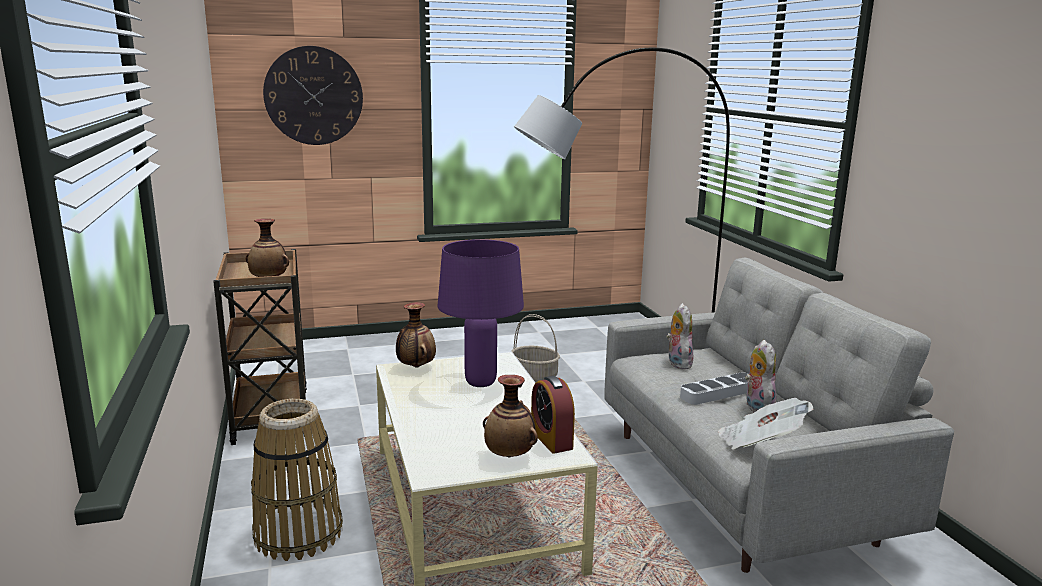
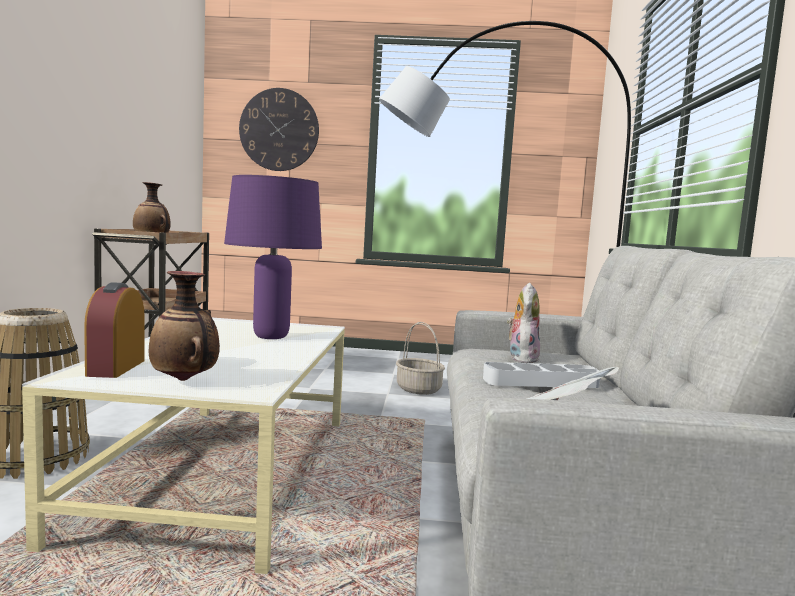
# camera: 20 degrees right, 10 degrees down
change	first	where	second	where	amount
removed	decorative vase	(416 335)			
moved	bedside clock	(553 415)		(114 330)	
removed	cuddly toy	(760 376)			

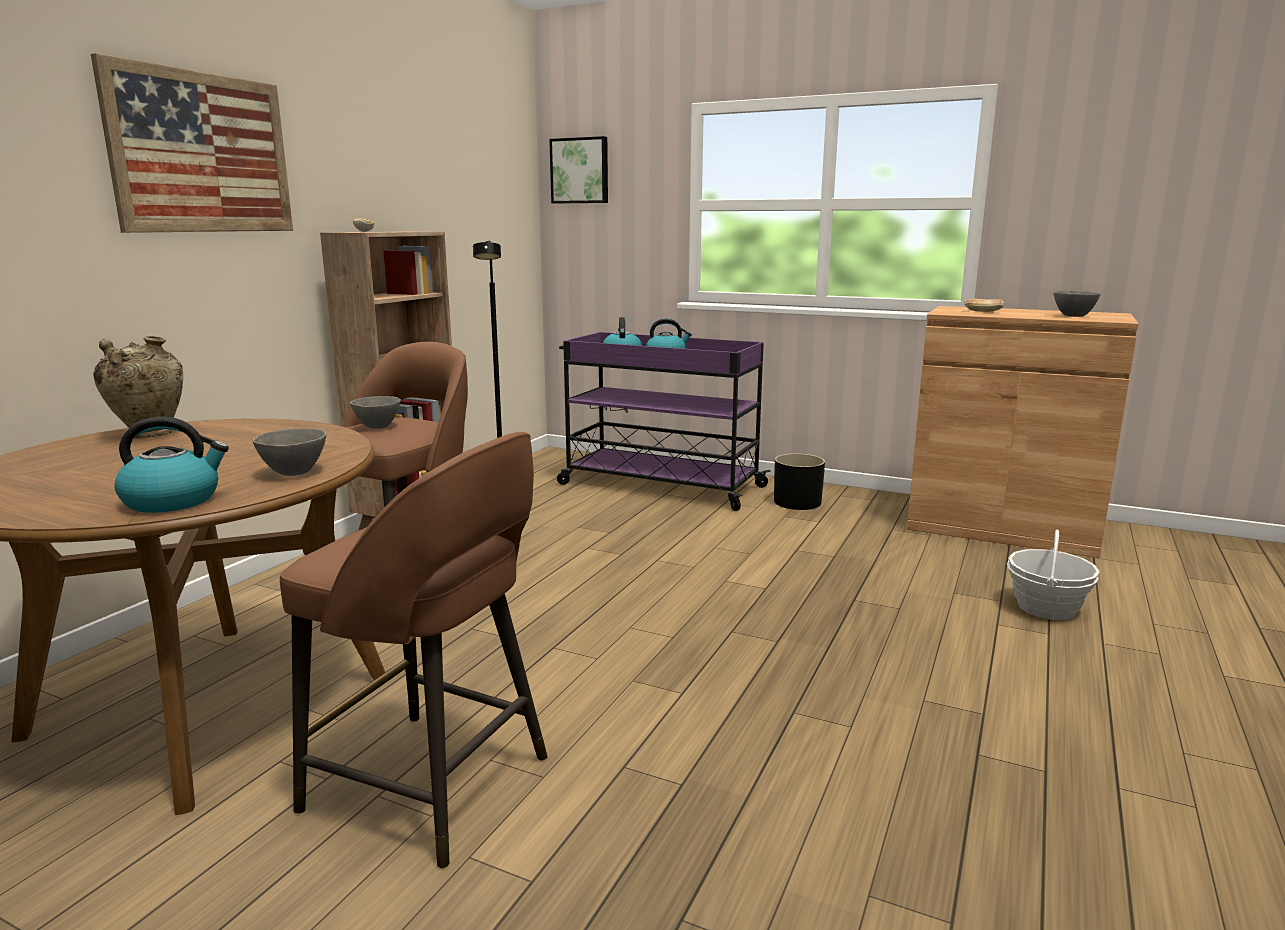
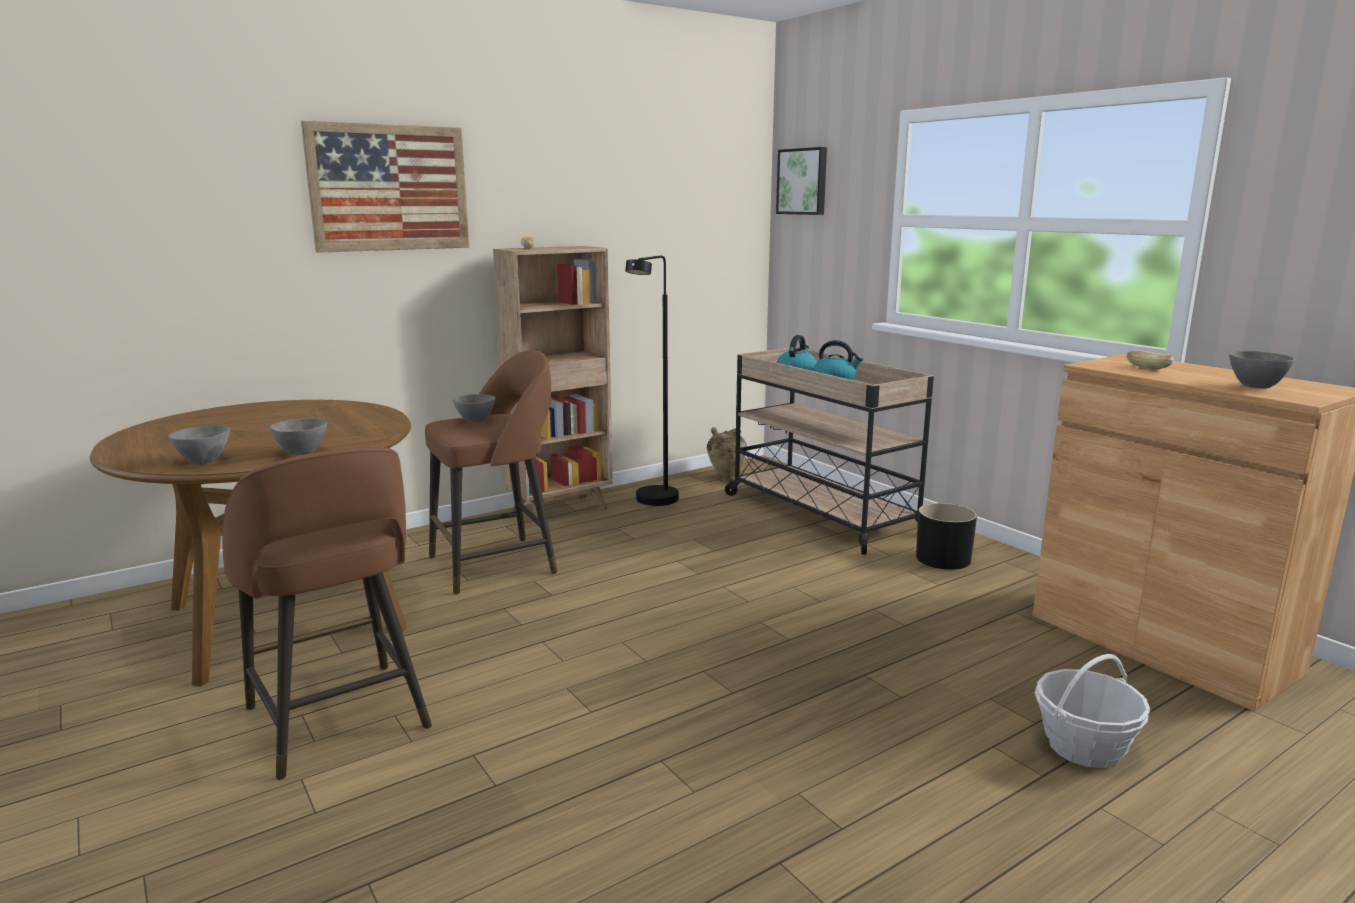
# camera: 30 degrees right, 0 degrees up
change	first	where	second	where	amount
moved	beige-coloured decorative vase	(138 387)		(727 453)	
replaced	kettle	(171 465)	grey deep dish	(199 444)	
recoloured	purple trolley	(664 421)	beige-coloured trolley	(829 451)	

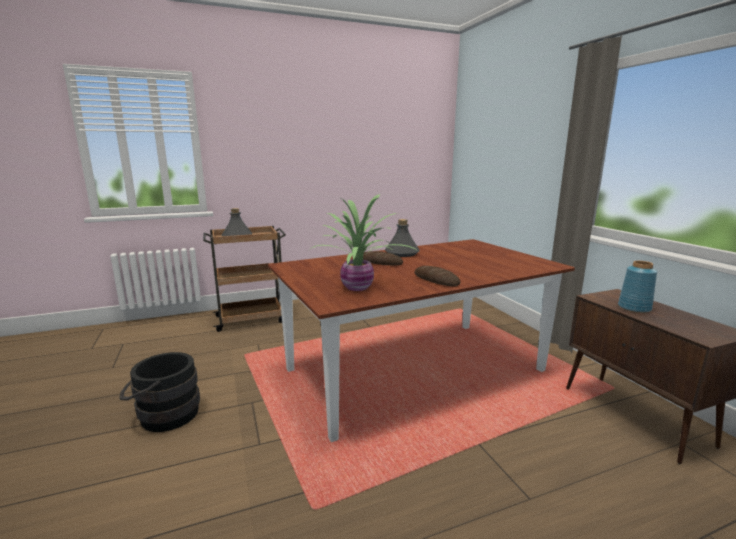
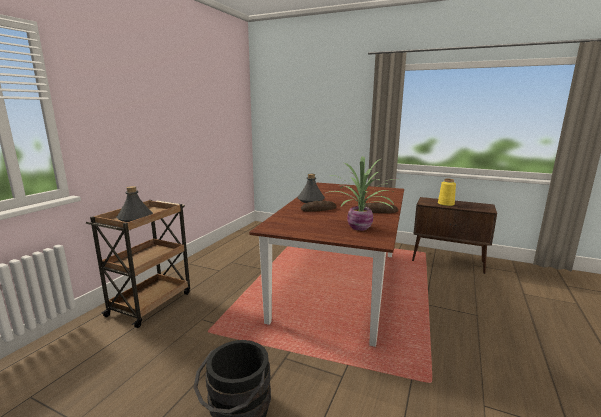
# camera: 45 degrees left, 0 degrees up
change	first	where	second	where	amount
recoloured	blue decorative vase	(637 287)	yellow-coloured decorative vase	(447 192)	

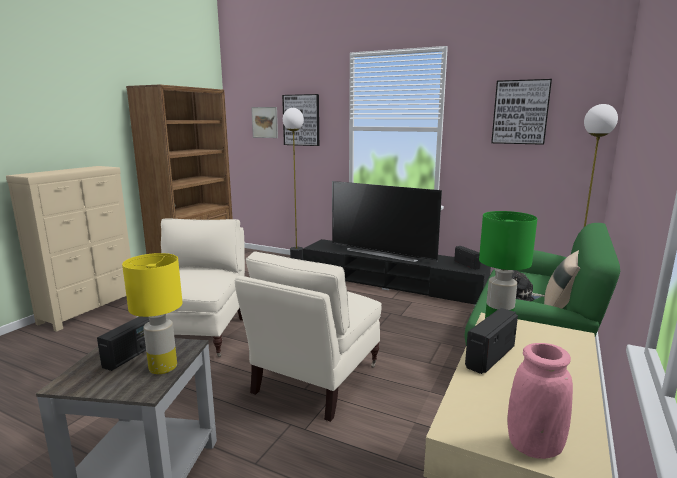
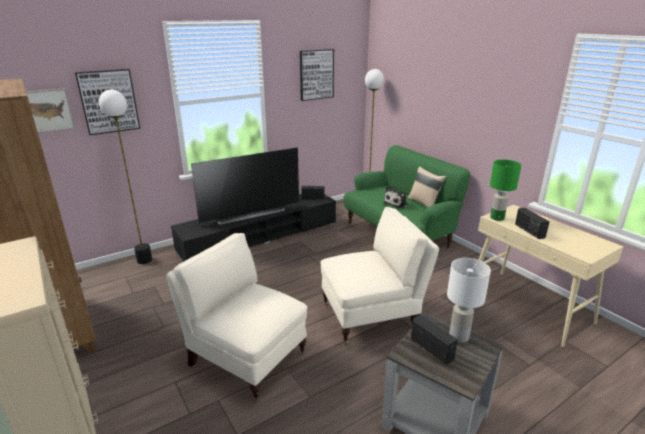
# camera: 60 degrees left, 10 degrees up
change	first	where	second	where	amount
recoloured	yellow-coloured lamp for a table	(152 313)	whitish lamp for a table	(469 300)	
turned	beige-coloured easy chair	(308 336)		(380 276)	75 degrees counterclockwise
removed	pink-coloured decorative vase	(540 401)			

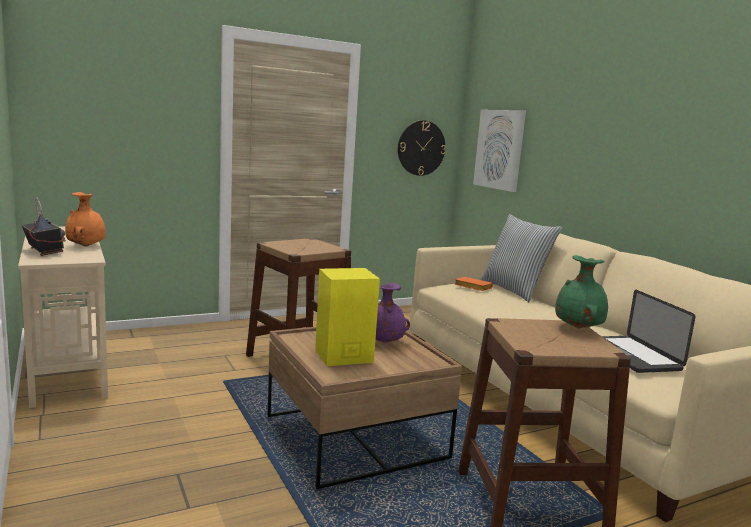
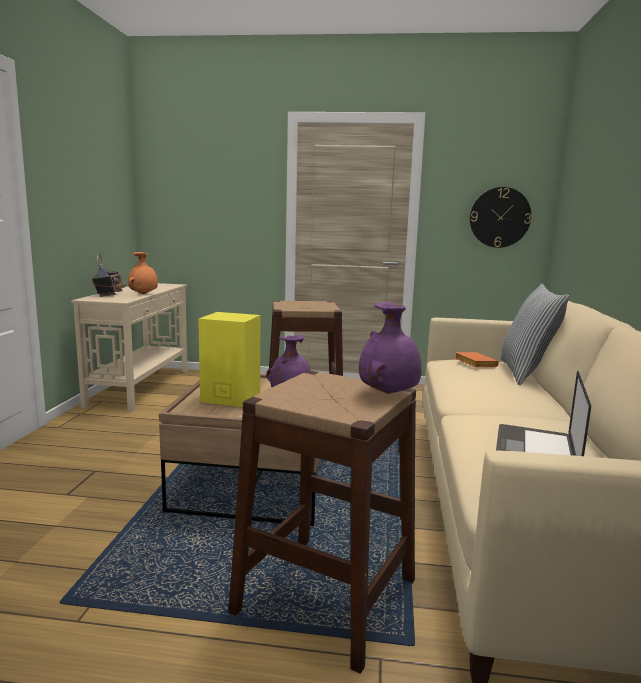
# camera: 35 degrees right, 0 degrees up
change	first	where	second	where	amount
removed	picture	(499 151)			
recoloured	greenish decorative vase	(581 292)	purple decorative vase	(390 348)	

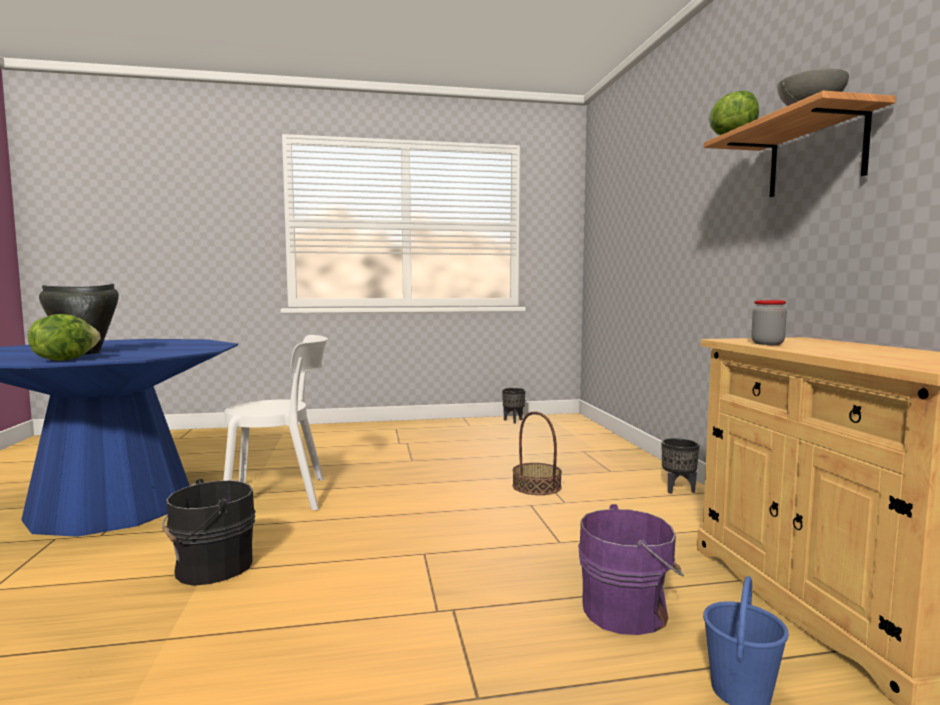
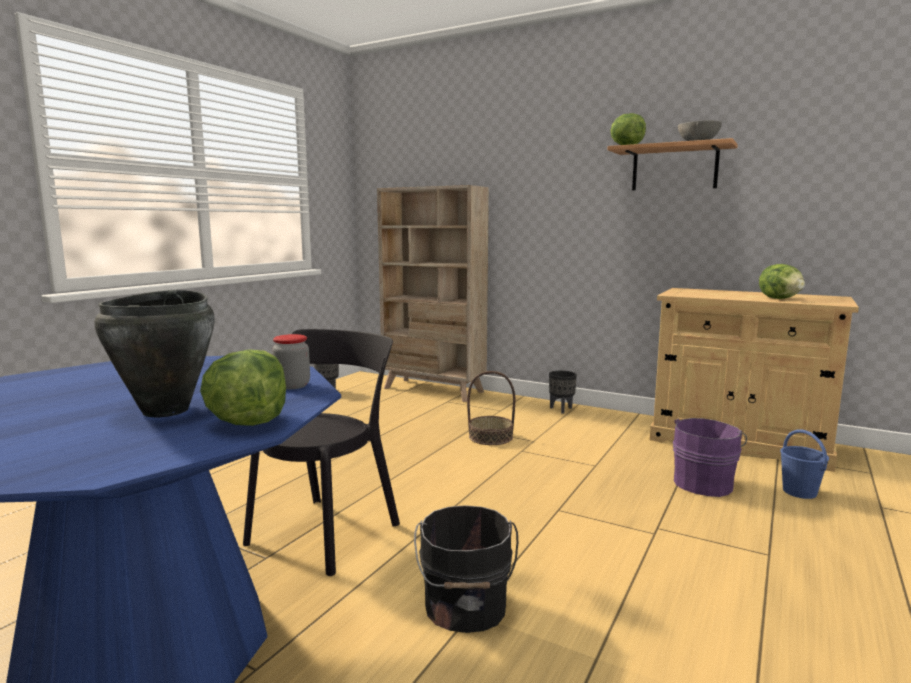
# camera: 50 degrees left, 5 degrees up
change	first	where	second	where	amount
recoloured	whitish chair	(275 422)	blackish chair	(321 452)	
moved	storage jar	(769 322)		(291 361)	
added			beige-coloured shelving unit	(433 293)	
added			lettuce	(782 281)	

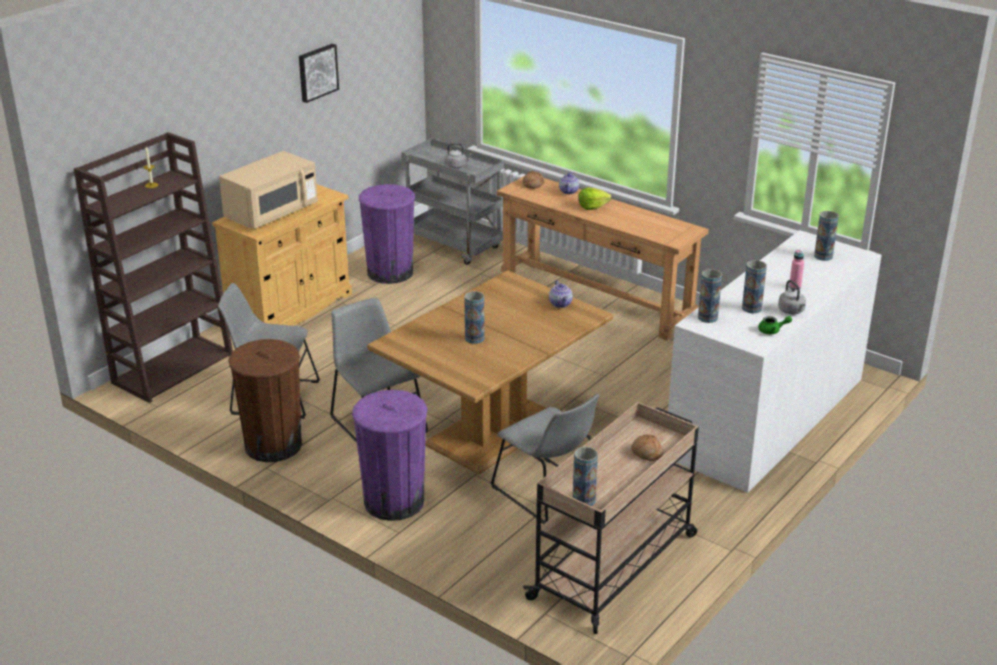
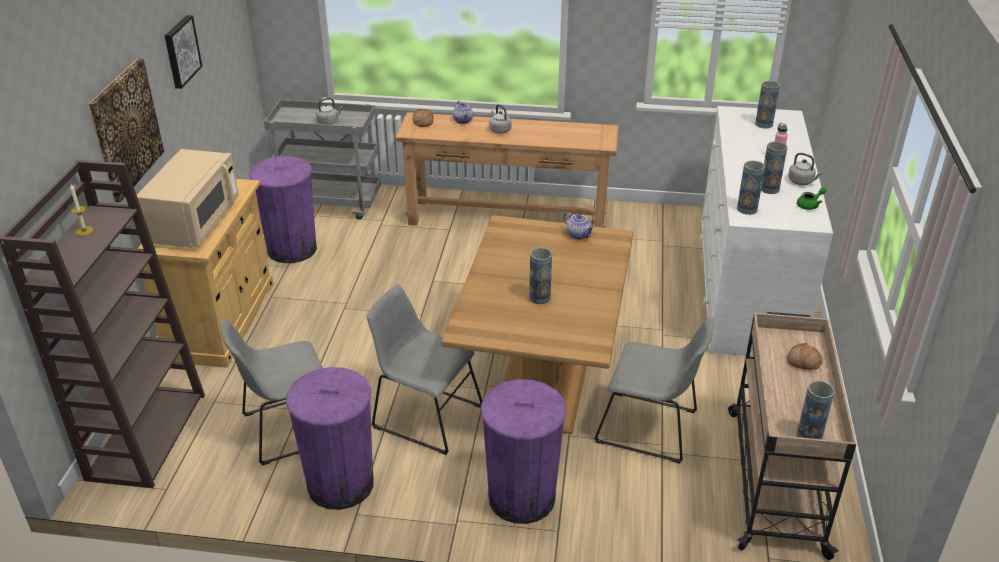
# camera: 30 degrees left, 5 degrees up
change	first	where	second	where	amount
recoloured	brown waste bin	(265 400)	purple waste bin	(330 438)	
replaced	lettuce	(595 199)	grey kettle	(500 119)	
added			picture	(126 130)	

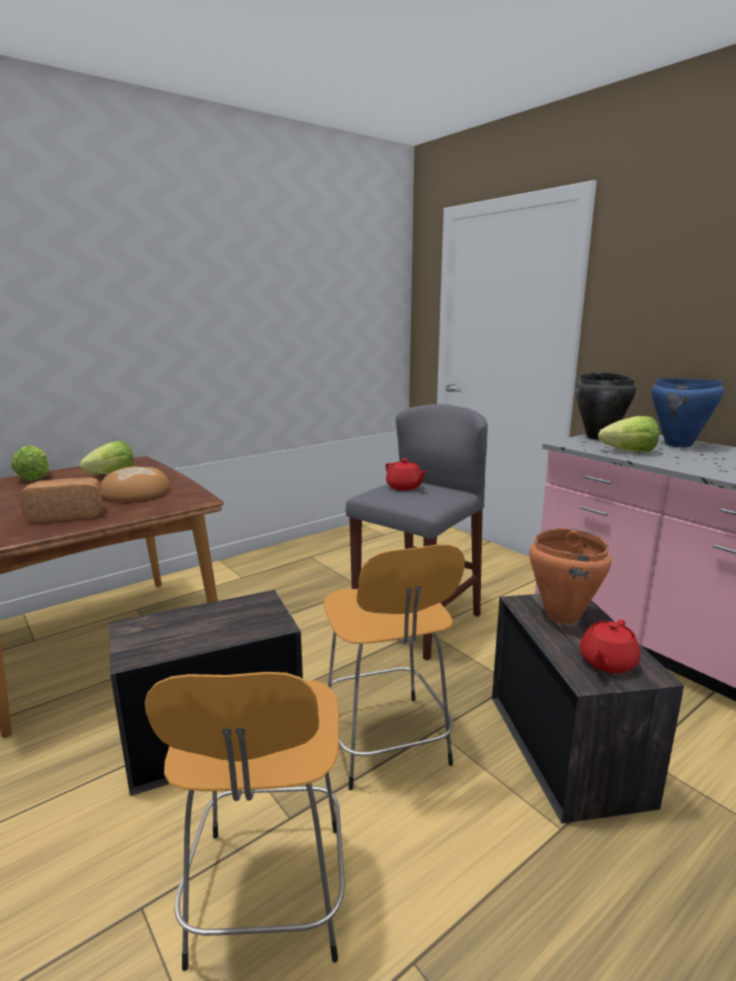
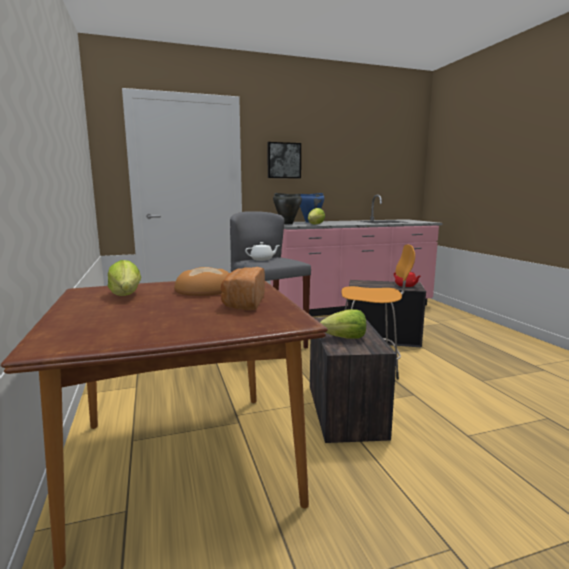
# camera: 70 degrees left, 5 degrees down
change	first	where	second	where	amount
moved	lettuce	(30 463)		(343 323)	
removed	orange stool seat	(245 821)			
recoloured	red teapot	(406 474)	whitish teapot	(262 251)	
removed	orange stockpot	(570 576)			
added			picture	(284 160)	

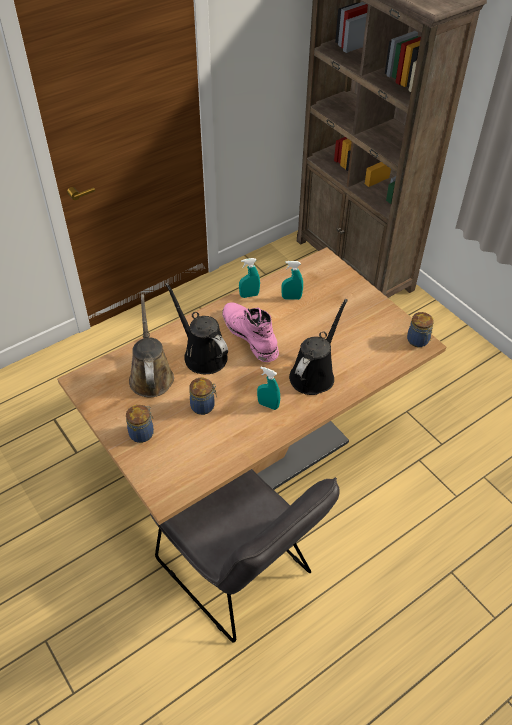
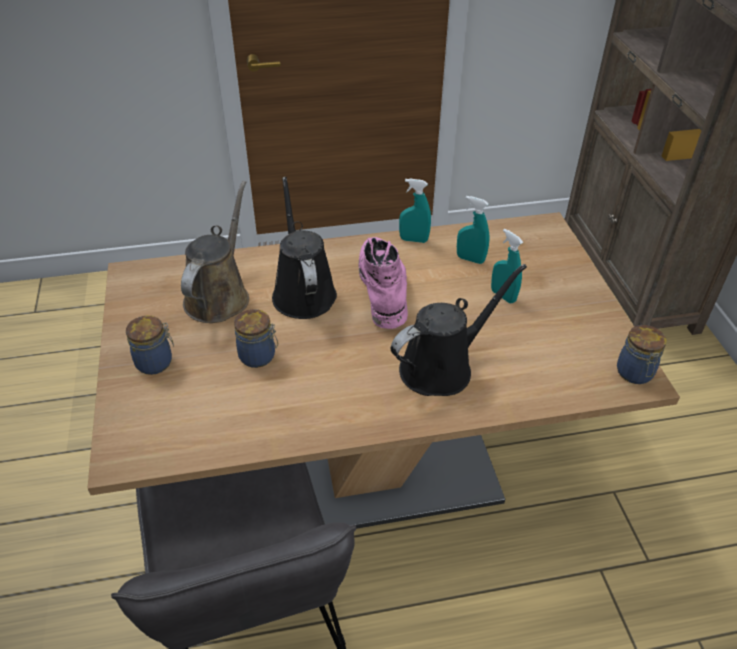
# camera: 25 degrees right, 5 degrees down
change	first	where	second	where	amount
moved	turquoise-coloured spray bottle	(268 388)		(507 266)	

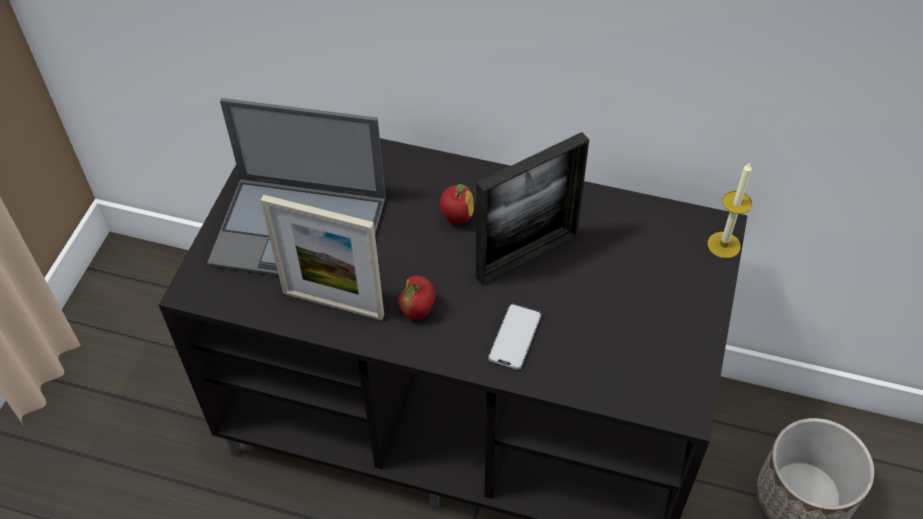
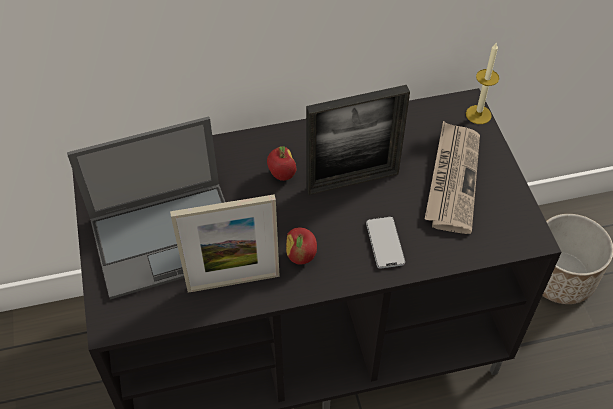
# camera: 30 degrees left, 0 degrees up
change	first	where	second	where	amount
turned	standing frame	(532 208)		(358 140)	45 degrees clockwise
added			daily paper	(452 177)	

